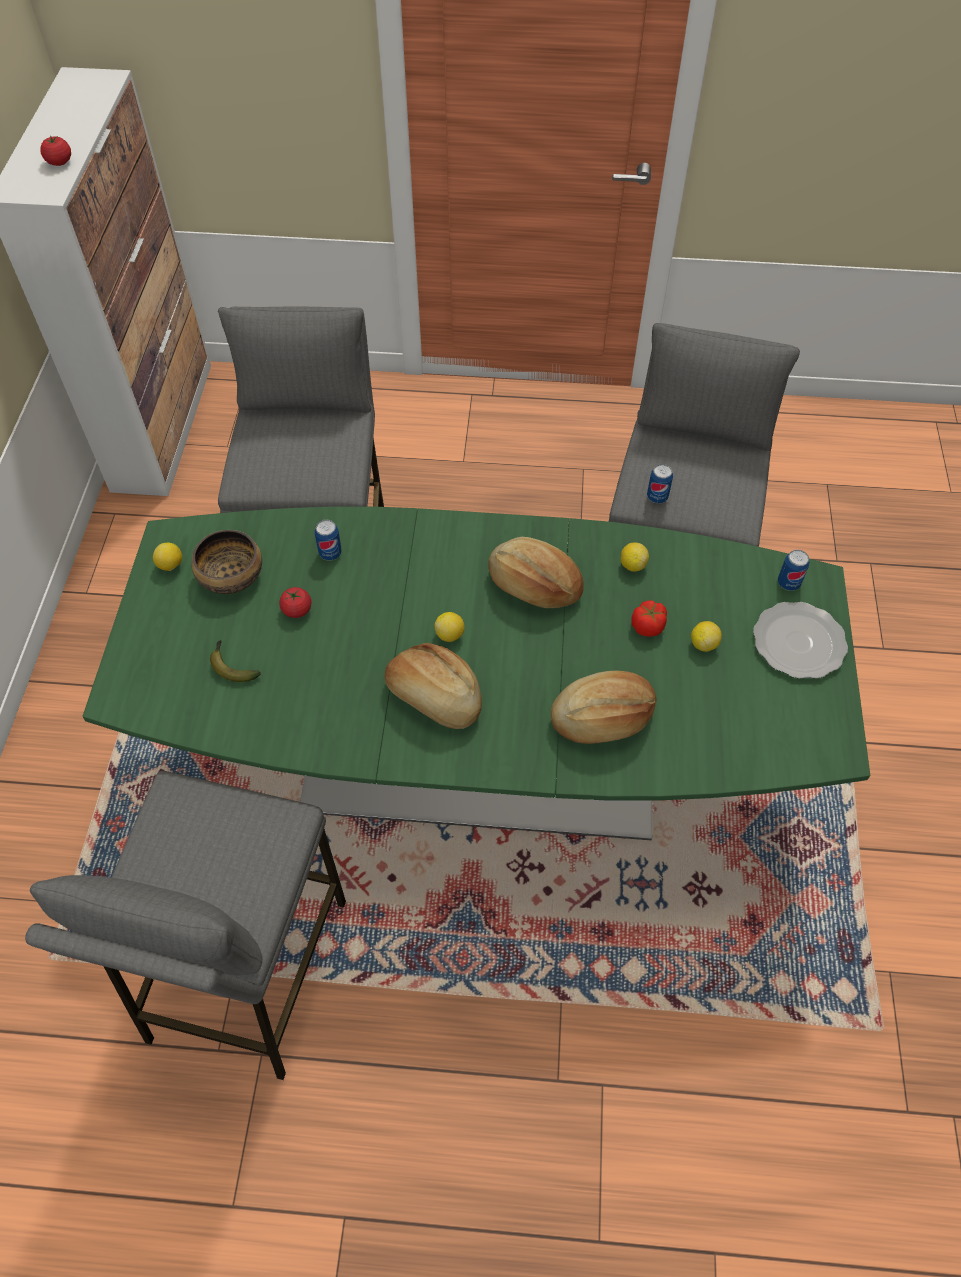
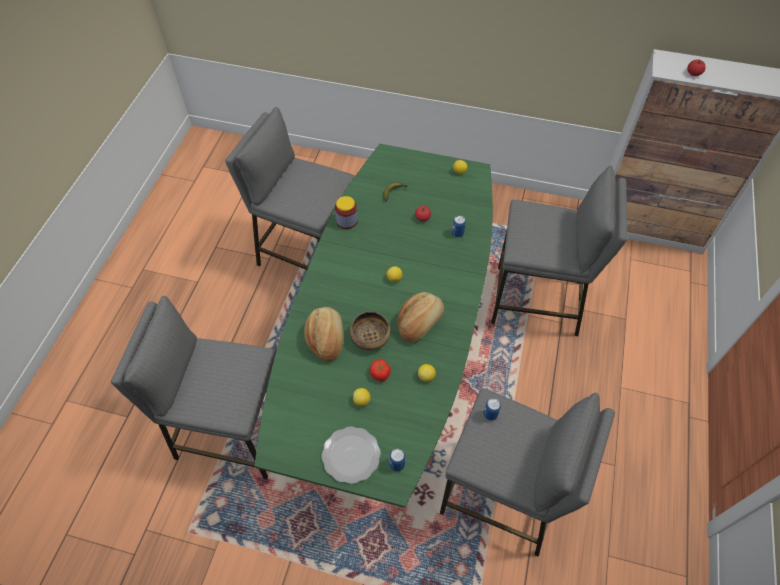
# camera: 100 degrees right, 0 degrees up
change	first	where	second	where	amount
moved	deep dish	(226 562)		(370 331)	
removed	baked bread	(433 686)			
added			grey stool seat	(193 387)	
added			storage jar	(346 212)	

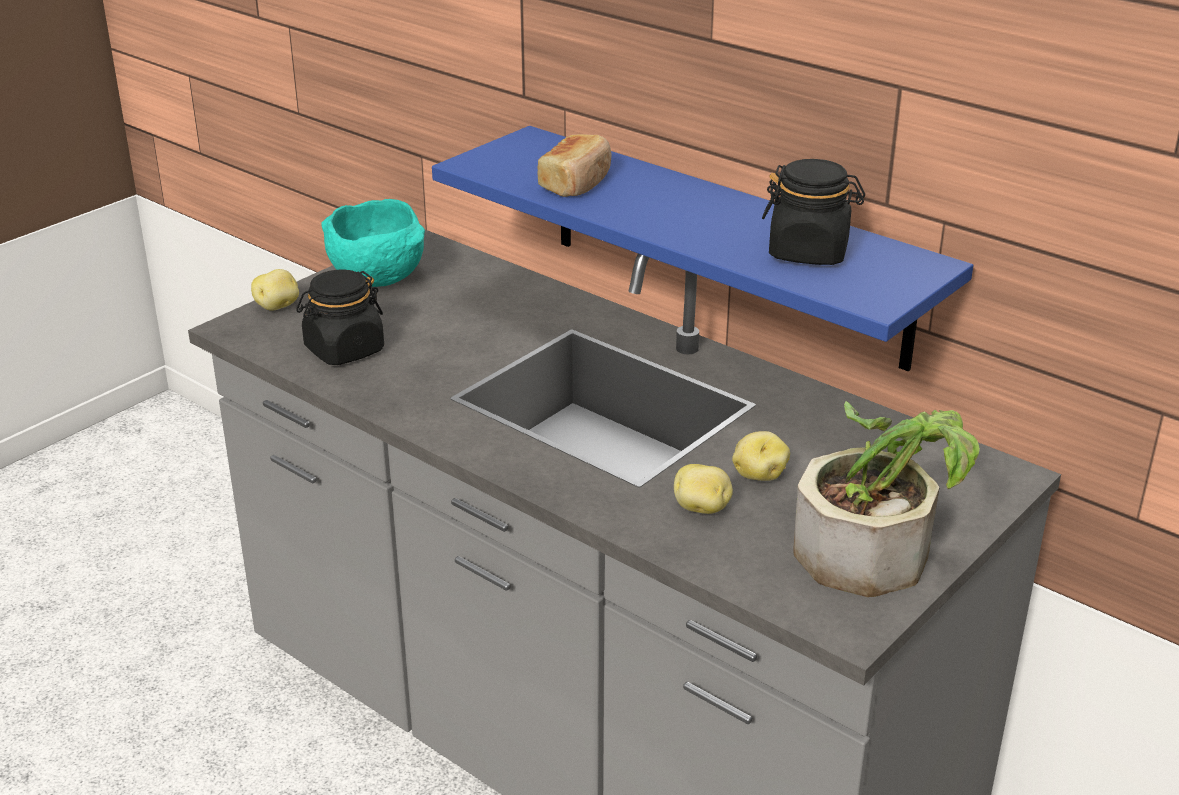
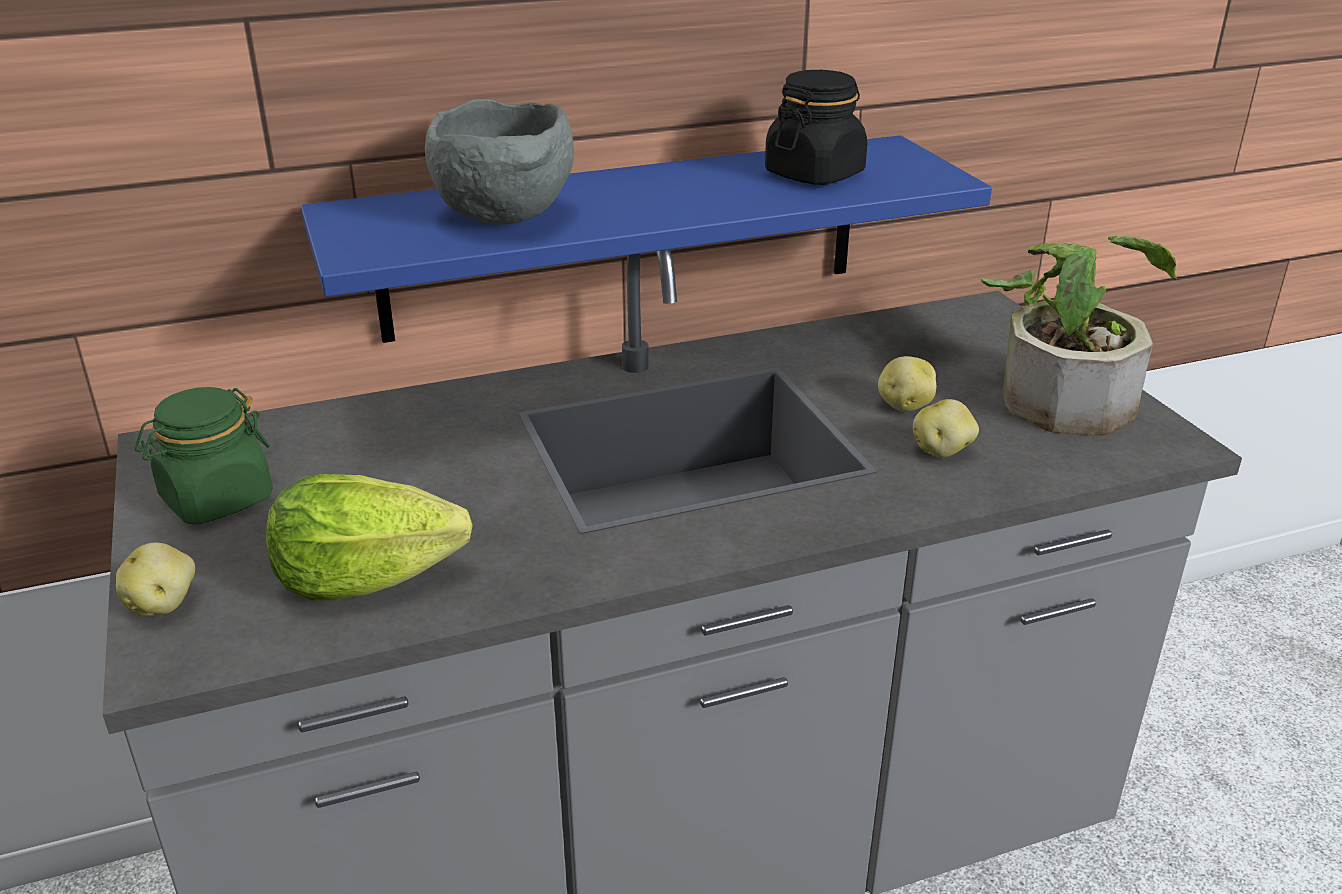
# camera: 60 degrees left, 0 degrees up
change	first	where	second	where	amount
replaced	blackish storage jar	(340 317)	lettuce	(369 537)	
replaced	turquoise-coloured deep dish	(373 243)	greenish storage jar	(204 455)	
replaced	baked bread	(574 165)	grey deep dish	(499 162)	

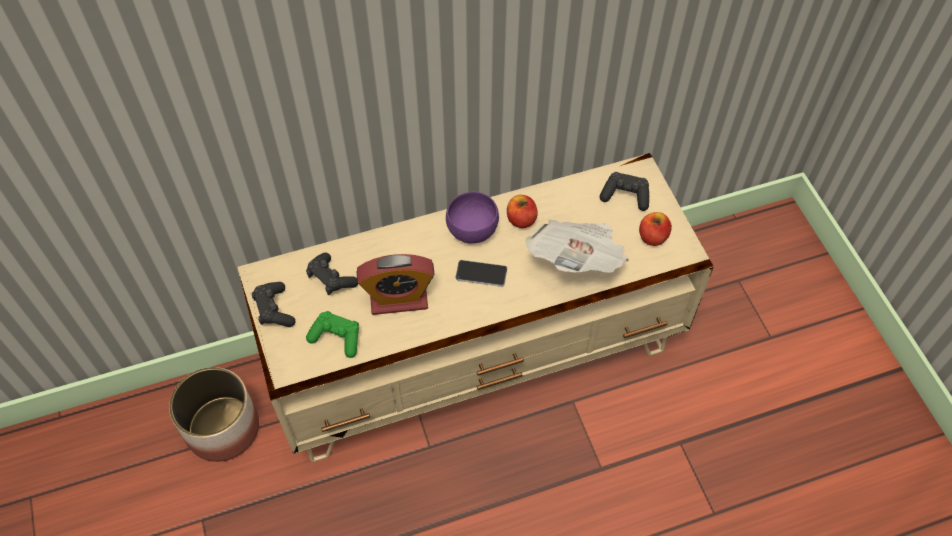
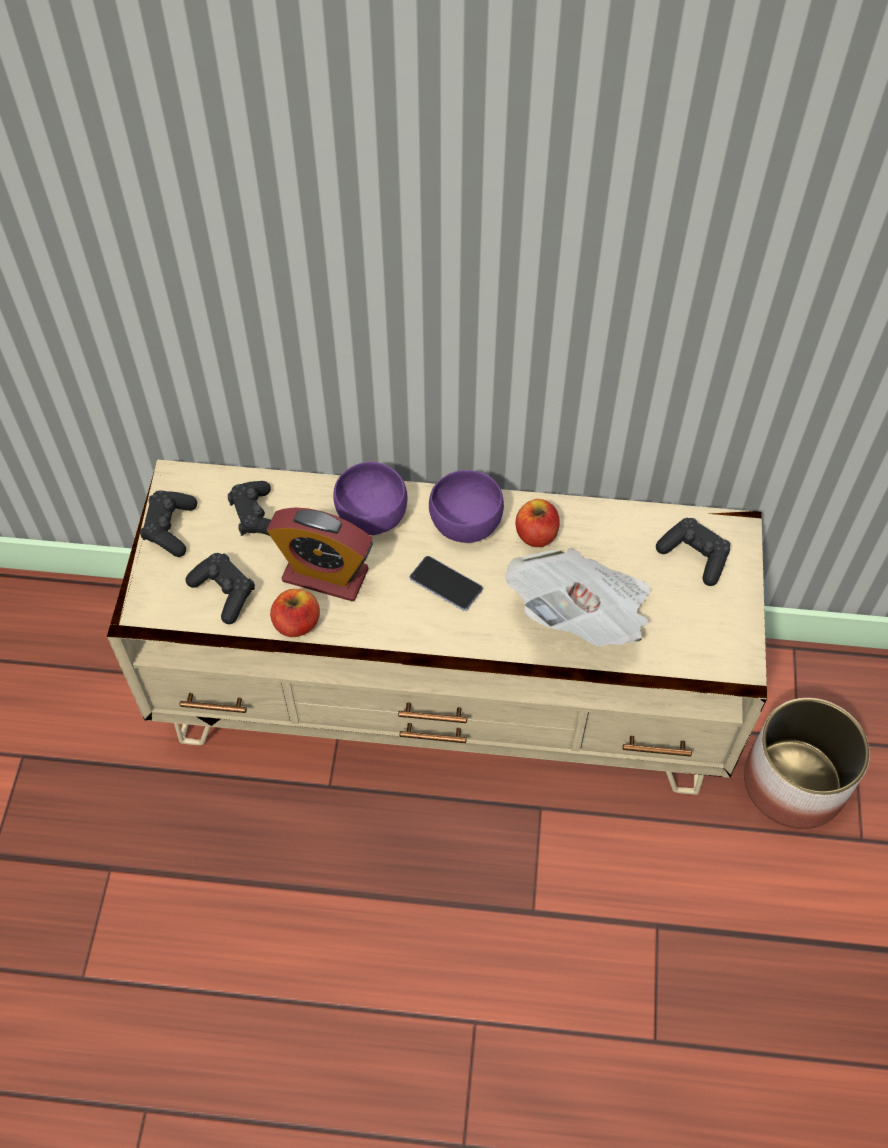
# camera: 25 degrees right, 0 degrees up
change	first	where	second	where	amount
moved	planter	(214 414)		(807 763)	
recoloured	greenish joypad	(332 334)	blackish joypad	(220 588)	
moved	apple	(655 229)		(295 613)	
added			purple deep dish	(370 498)	

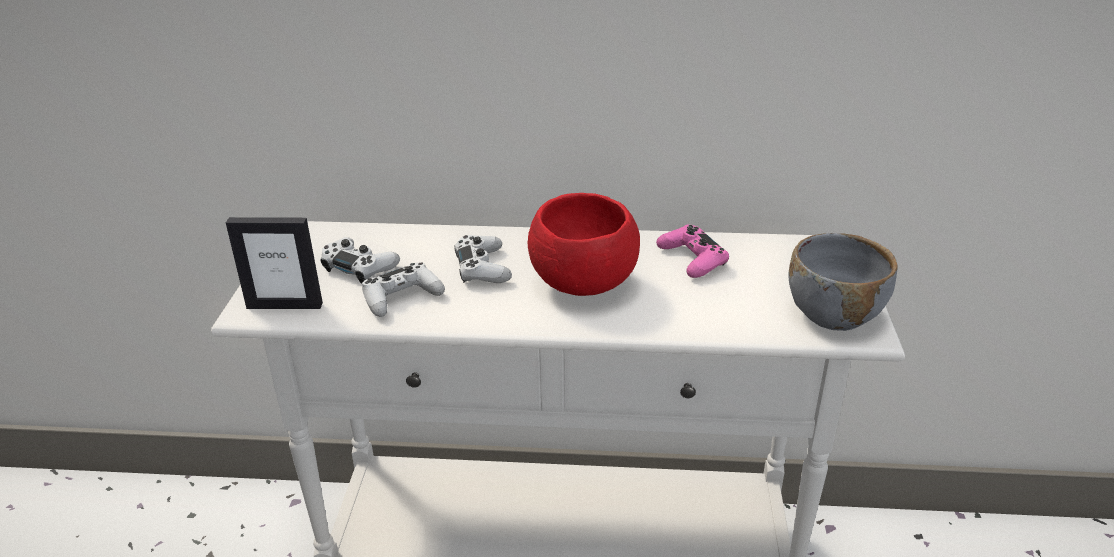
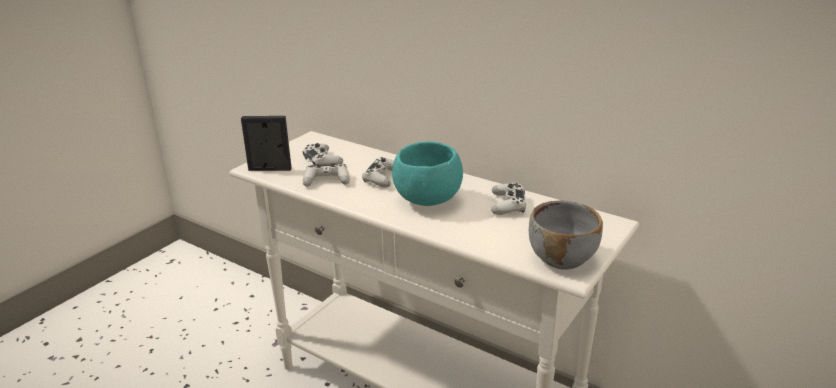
# camera: 30 degrees right, 5 degrees down
change	first	where	second	where	amount
turned	standing frame	(274 263)		(266 143)	150 degrees clockwise
recoloured	red deep dish	(584 244)	turquoise-coloured deep dish	(427 173)	
recoloured	pink-coloured joypad	(692 251)	whitish joypad	(508 199)	

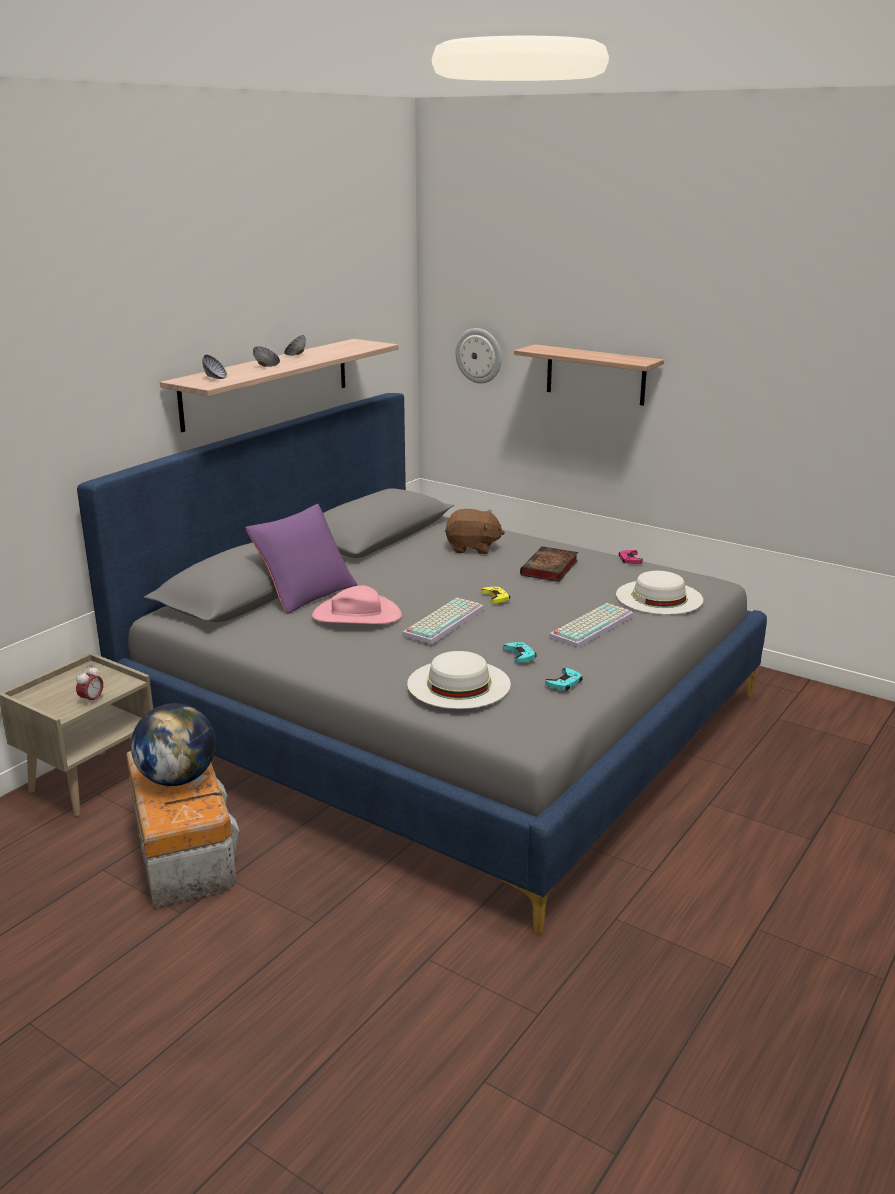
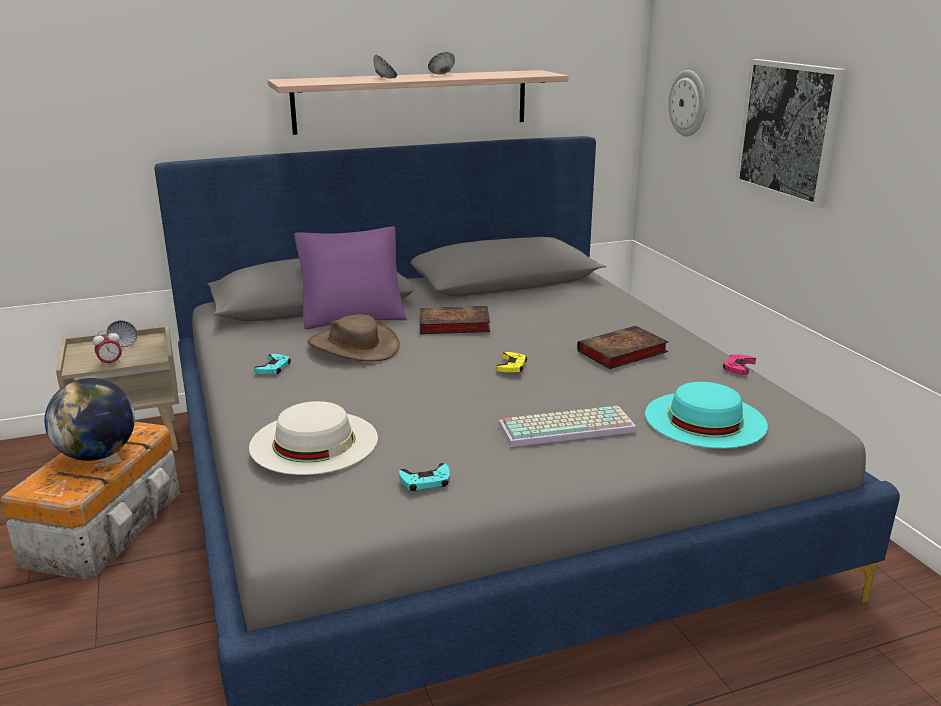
# camera: 35 degrees right, 0 degrees up
change	first	where	second	where	amount
moved	deep dish	(214 367)		(122 333)	
recoloured	pink-coloured hat	(357 604)	brown hat	(354 337)	
removed	PC keyboard	(443 621)			
removed	brown cuddly toy	(475 531)			
moved	turquoise-coloured joypad	(520 652)		(272 364)	
replaced	shelf	(589 375)	picture	(791 133)	
recoloured	whitish hat	(659 593)	turquoise-coloured hat	(706 415)	
added			book	(454 320)	

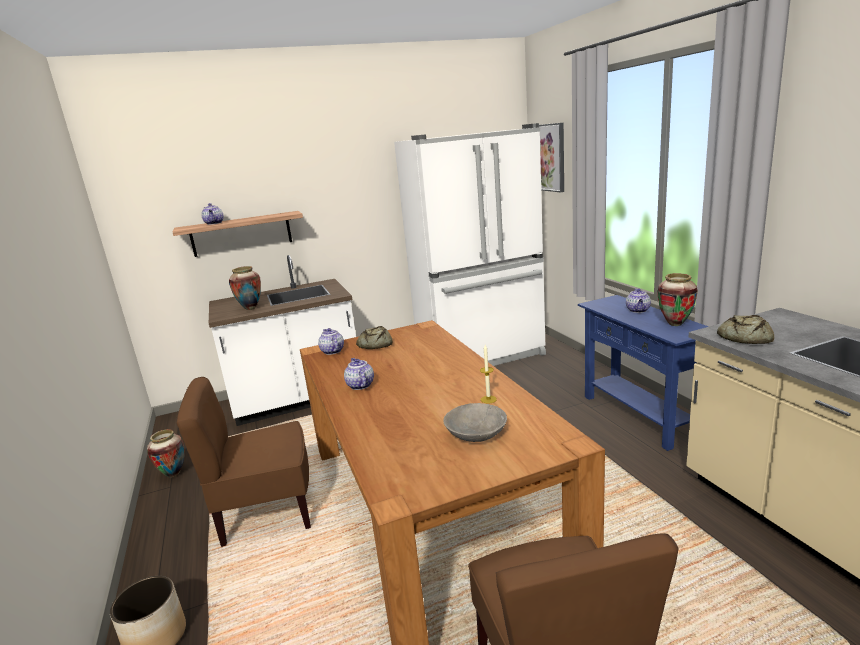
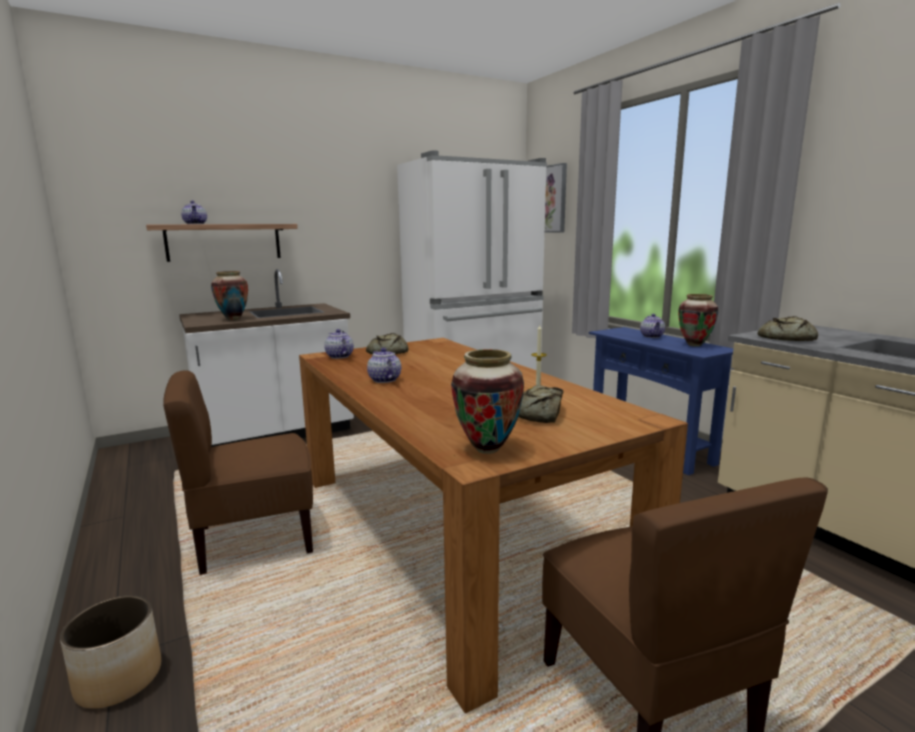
# camera: 10 degrees left, 5 degrees down
change	first	where	second	where	amount
moved	decorative vase	(166 453)		(487 401)	
replaced	grey deep dish	(475 422)	baked bread	(540 404)	

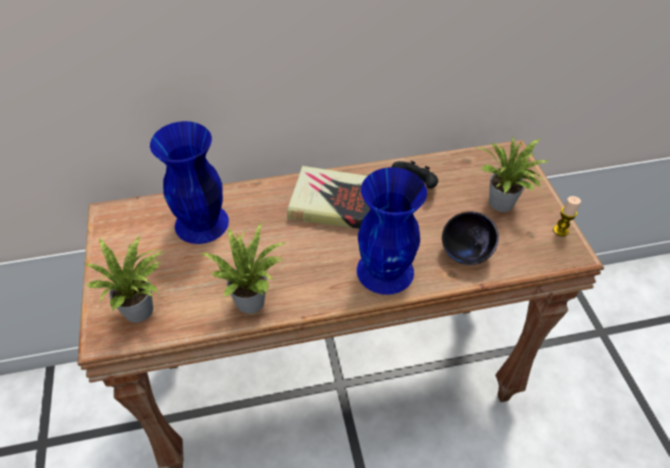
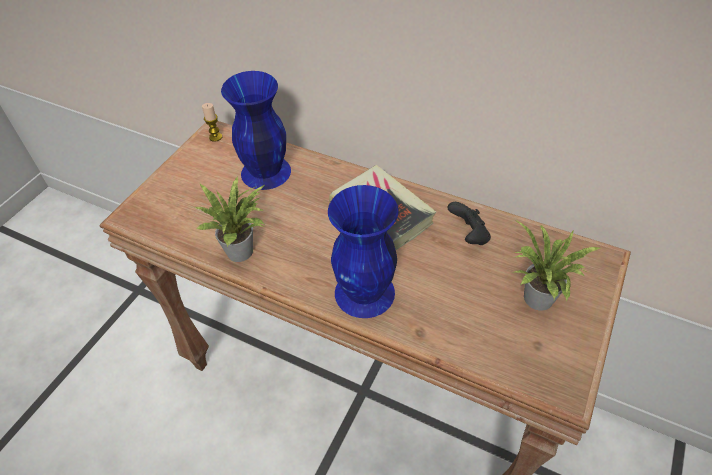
# camera: 40 degrees right, 0 degrees up
change	first	where	second	where	amount
removed	plant in a pot	(124 279)			
removed	blackish deep dish	(470 238)			
moved	candle	(567 216)		(212 122)	

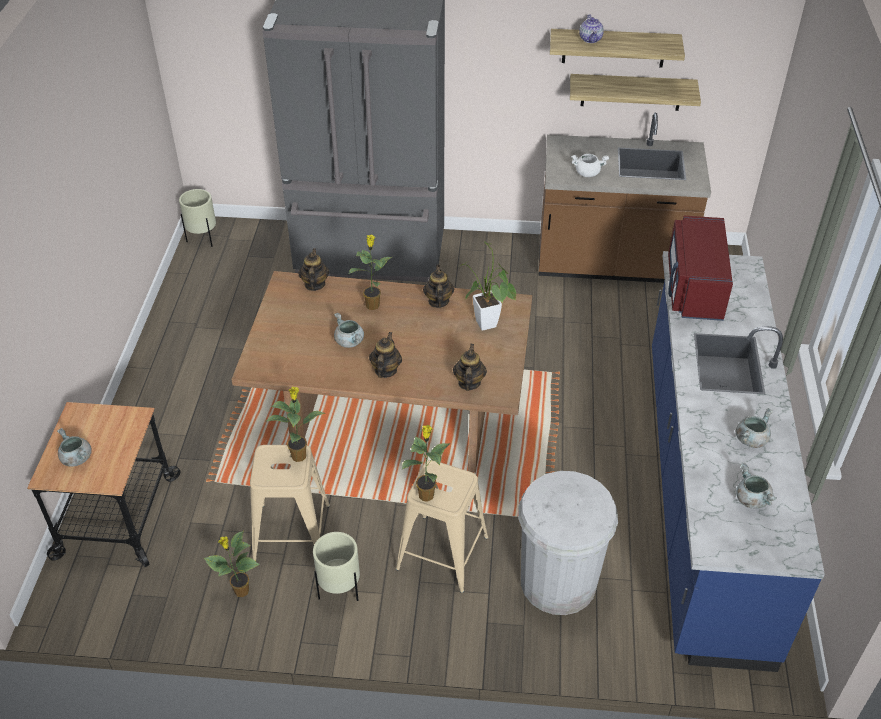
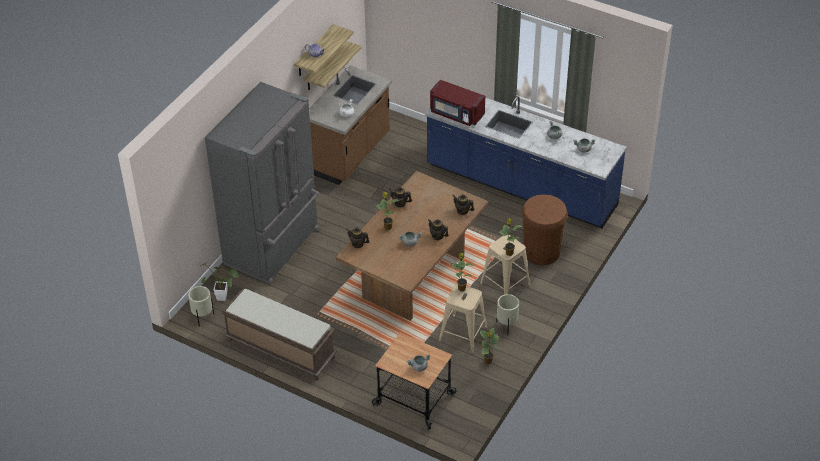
# camera: 65 degrees left, 0 degrees up
change	first	where	second	where	amount
moved	plant in a pot	(488 286)		(219 282)	
recoloured	whitish waste bin	(568 543)	brown waste bin	(545 229)	
added			brown indoor bench	(279 334)	

